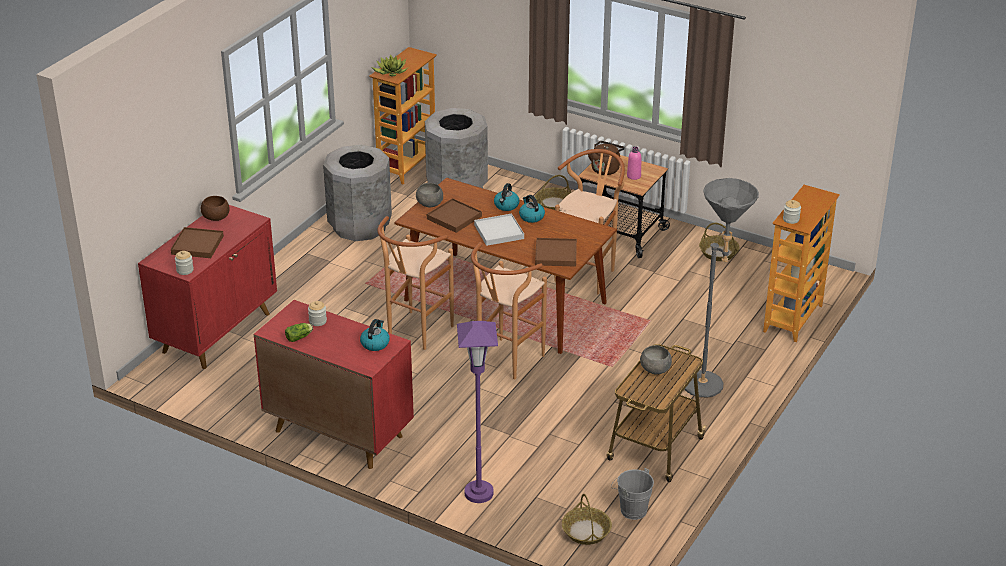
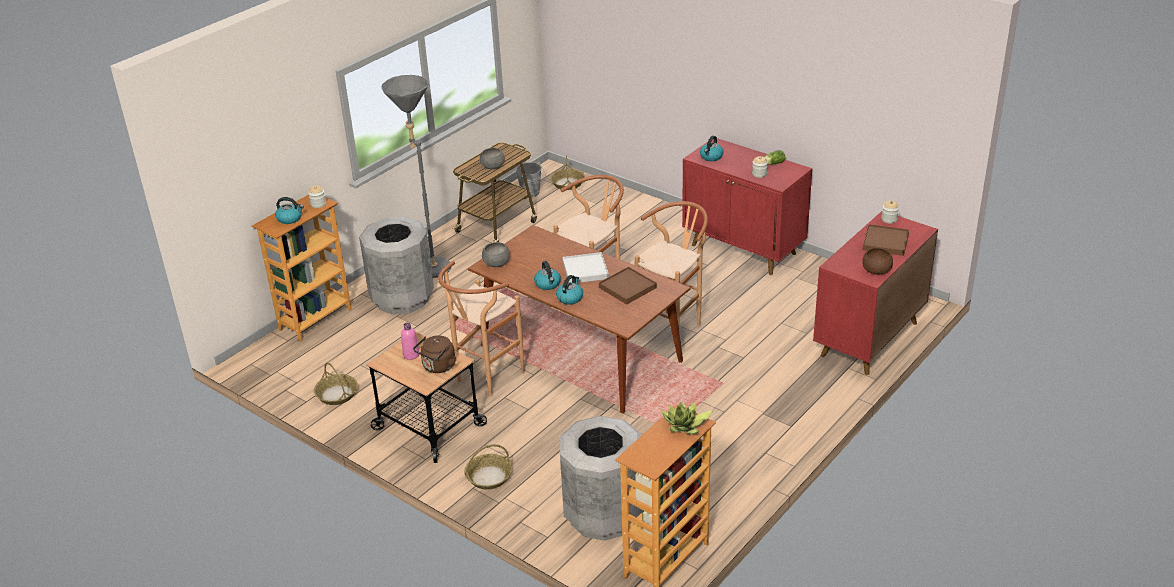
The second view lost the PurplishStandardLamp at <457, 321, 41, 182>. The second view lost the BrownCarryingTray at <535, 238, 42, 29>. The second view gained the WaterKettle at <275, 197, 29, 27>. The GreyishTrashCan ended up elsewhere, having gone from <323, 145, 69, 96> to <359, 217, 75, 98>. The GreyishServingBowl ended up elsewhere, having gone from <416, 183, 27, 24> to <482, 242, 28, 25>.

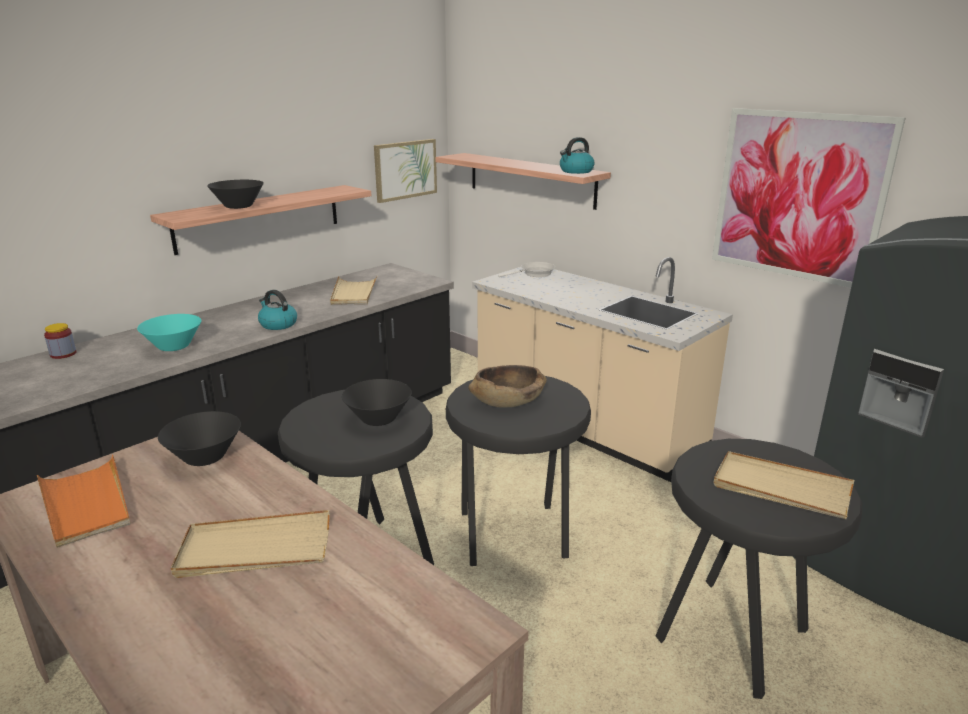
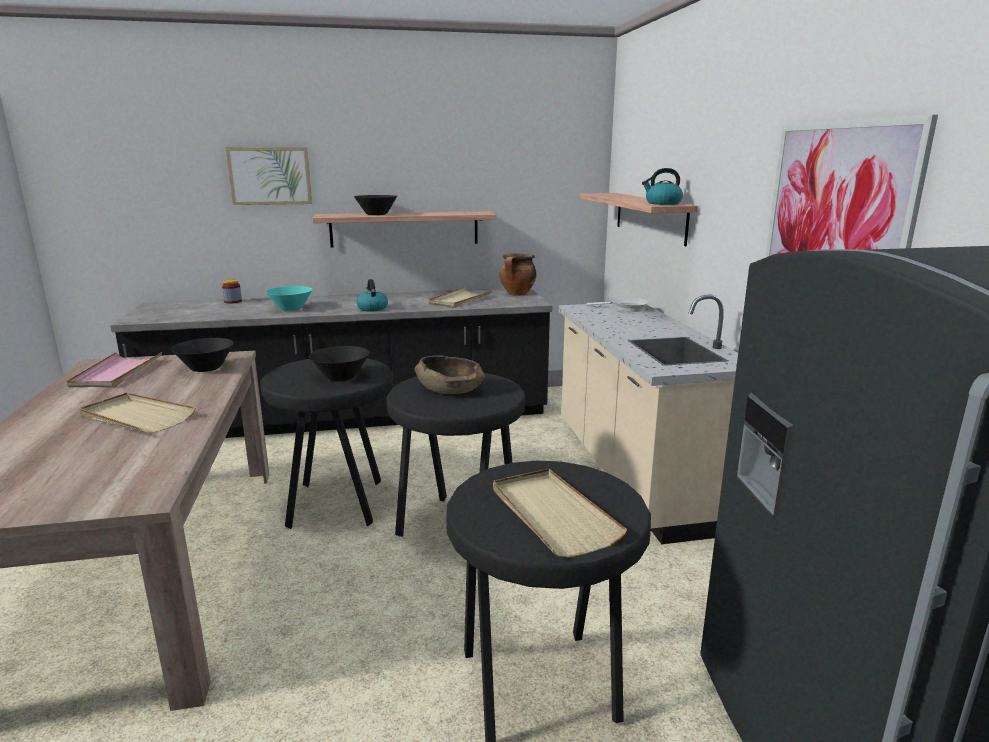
The second view gained the Stockpot at <500, 254, 37, 42>. The Picture ended up elsewhere, having gone from <374, 139, 63, 64> to <226, 147, 86, 58>. What was the OrangeCarryingTray at <37, 455, 94, 93> turned into the PinkishCarryingTray at <67, 352, 95, 35>.

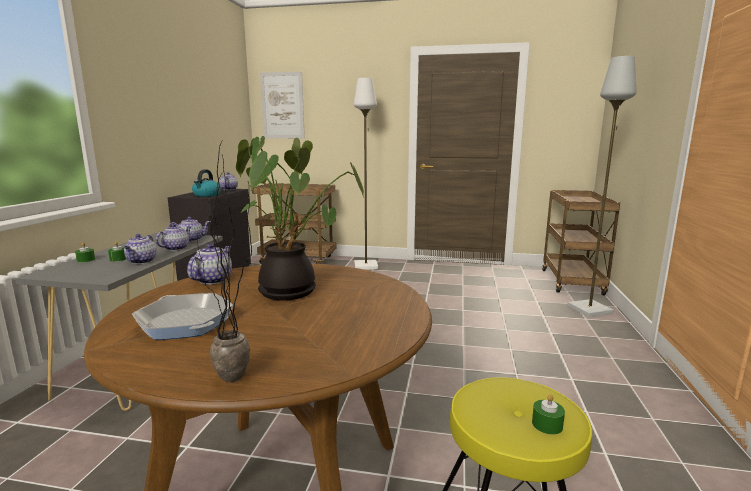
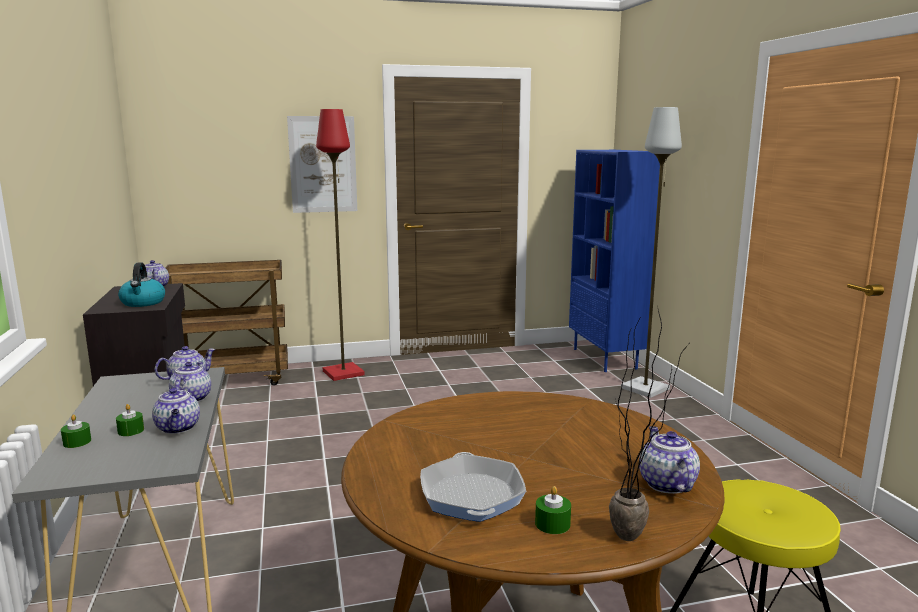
The second view lost the PottedPlant at <236, 136, 128, 165>. The Teapot ended up elsewhere, having gone from <187, 243, 45, 41> to <639, 426, 61, 68>. The Picture ended up elsewhere, having gone from <260, 72, 45, 66> to <287, 116, 70, 97>. The GreenWaxCandle ended up elsewhere, having gone from <532, 394, 33, 41> to <535, 486, 36, 48>. Where the BrownWheeledCart stood at <542, 190, 78, 105>, the BlueColouredBookcase came to stand at <569, 150, 91, 222>. What was the WhitishStandardLamp at <354, 78, 24, 191> turned into the RedColouredStandardLamp at <316, 109, 49, 272>. The FryingPan at <132, 293, 101, 47> ended up facing another way, 60 degrees clockwise from before.

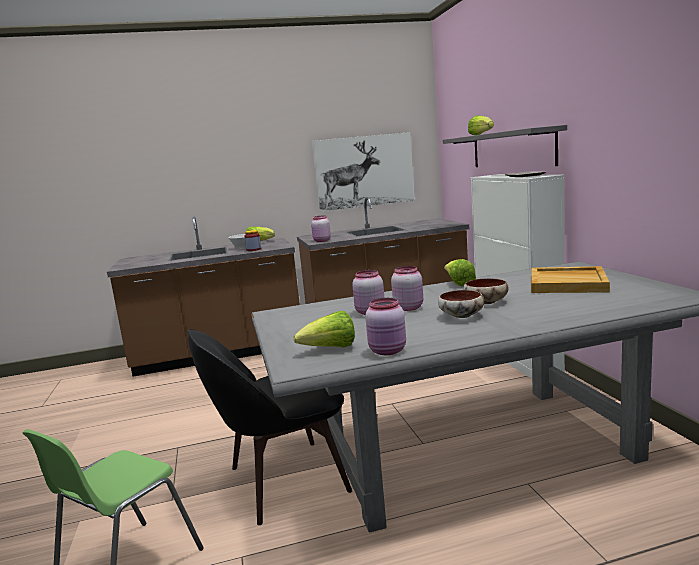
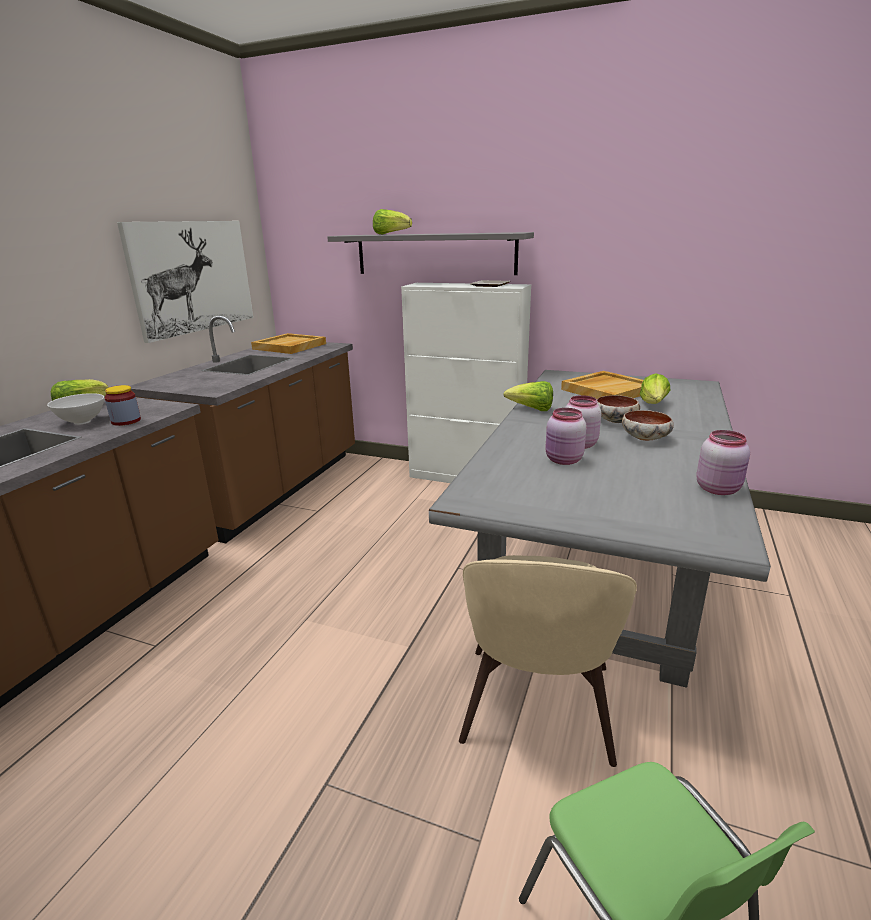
The second view lost the PinkishPreserveJar at <311, 216, 20, 26>. The second view gained the SandColouredCarryingTray at <251, 333, 75, 21>. The LettuceHead ended up elsewhere, having gone from <294, 311, 61, 36> to <640, 373, 30, 31>. What was the BlackColouredChair at <187, 329, 165, 196> turned into the SandColouredChair at <459, 555, 178, 212>.

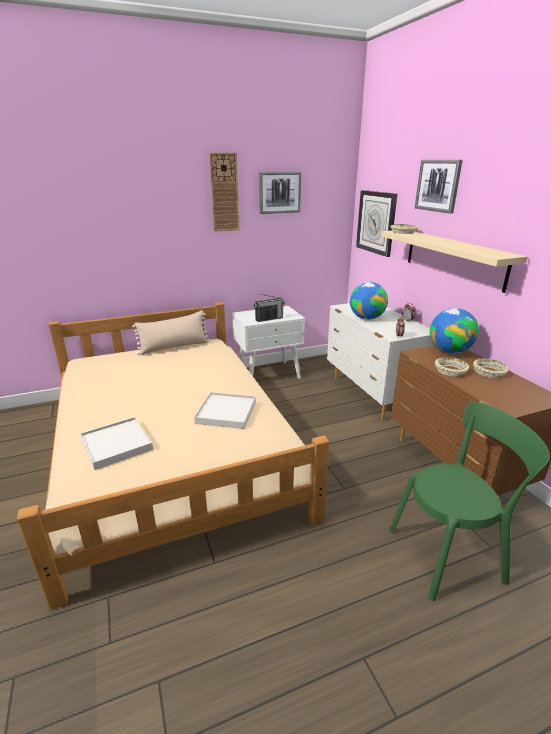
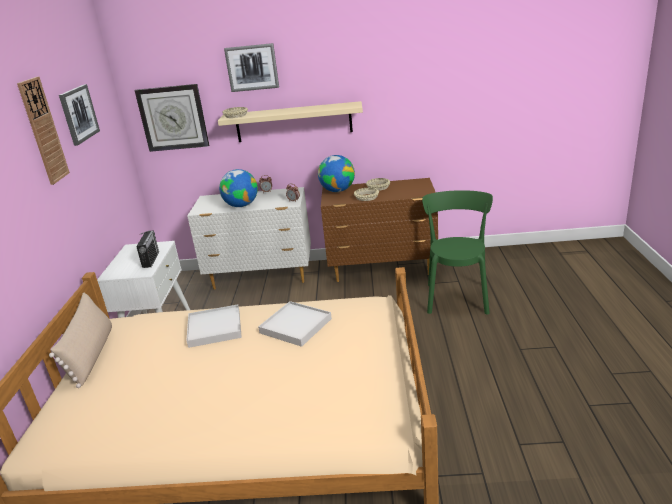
The WhitishCarryingTray ended up elsewhere, having gone from <80, 417, 73, 53> to <186, 304, 56, 44>.

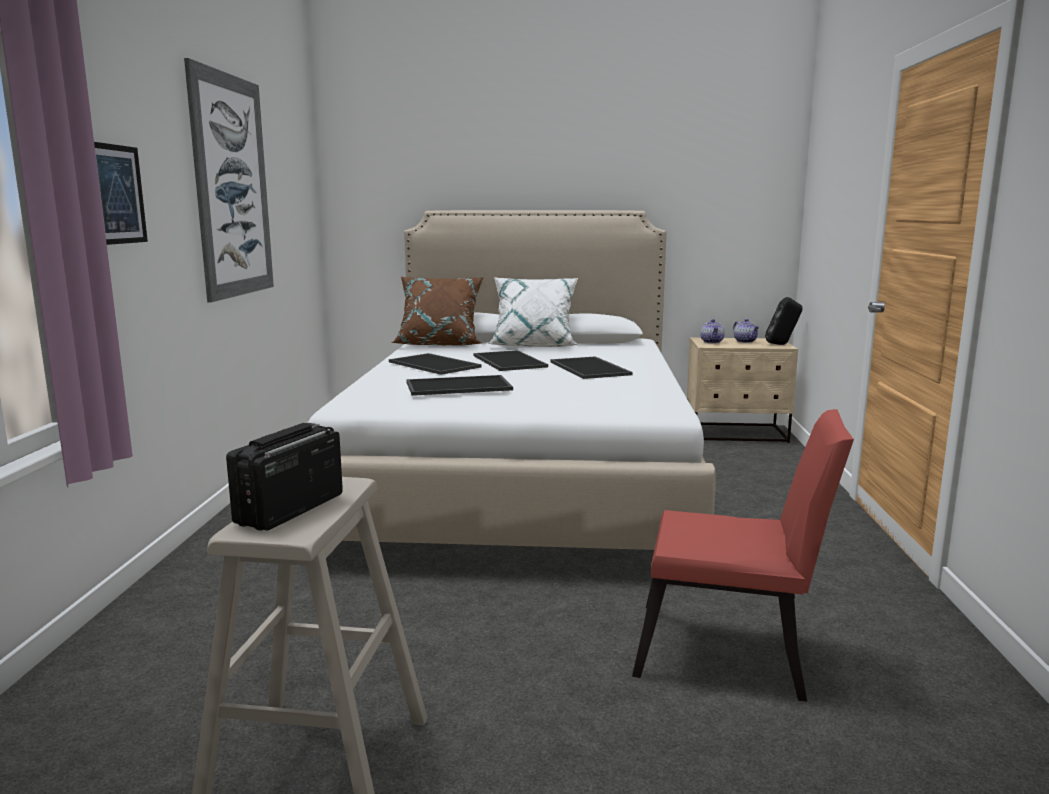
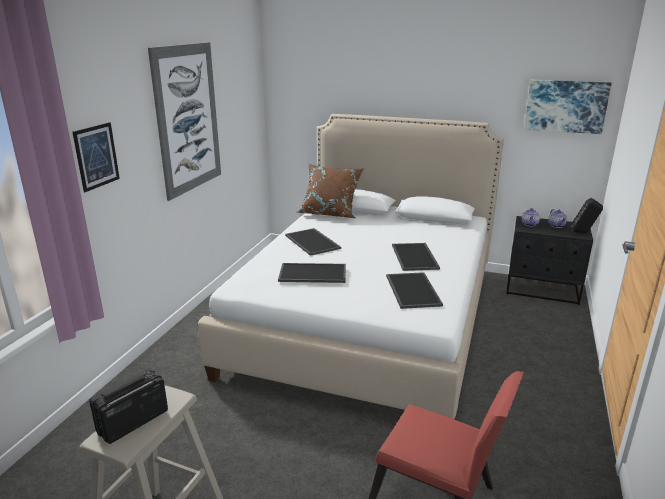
The second view lost the WhitishThrowPillow at <487, 277, 92, 70>. The second view gained the Picture at <524, 80, 88, 54>. The CarryingTray ended up elsewhere, having gone from <473, 350, 75, 21> to <386, 272, 57, 37>. What was the SandColouredNightTable at <687, 338, 111, 105> turned into the BlackColouredNightTable at <506, 216, 87, 89>.

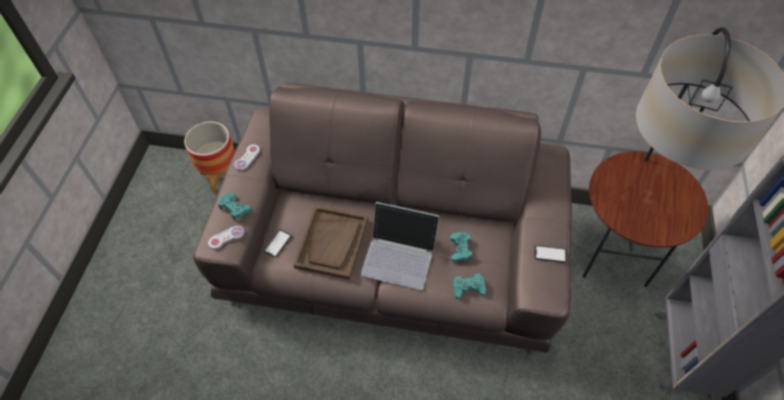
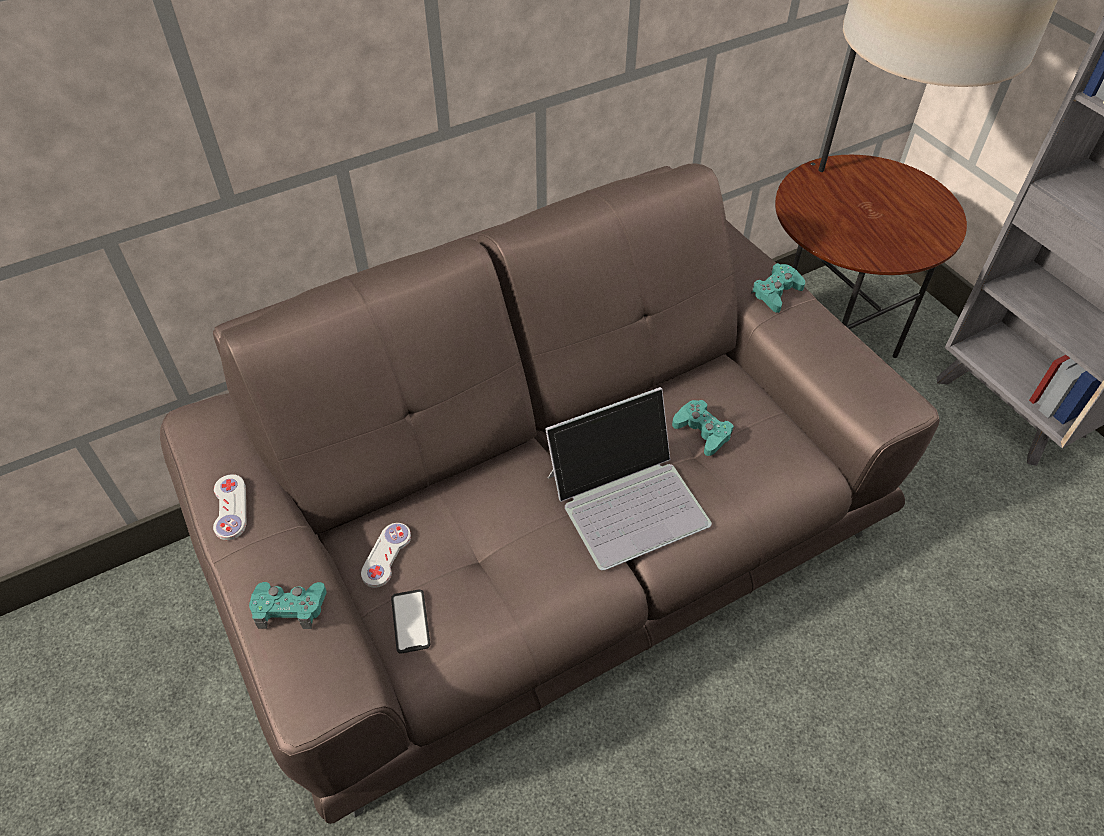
The second view lost the PlantPot at <184, 121, 51, 73>. The second view lost the BrownCarryingTray at <294, 205, 74, 75>. The second view lost the Telephone at <534, 245, 33, 18>. The WhitishGameController ended up elsewhere, having gone from <208, 226, 36, 24> to <361, 523, 50, 65>. The TurquoiseColouredGameController ended up elsewhere, having gone from <453, 273, 33, 26> to <751, 263, 54, 50>.

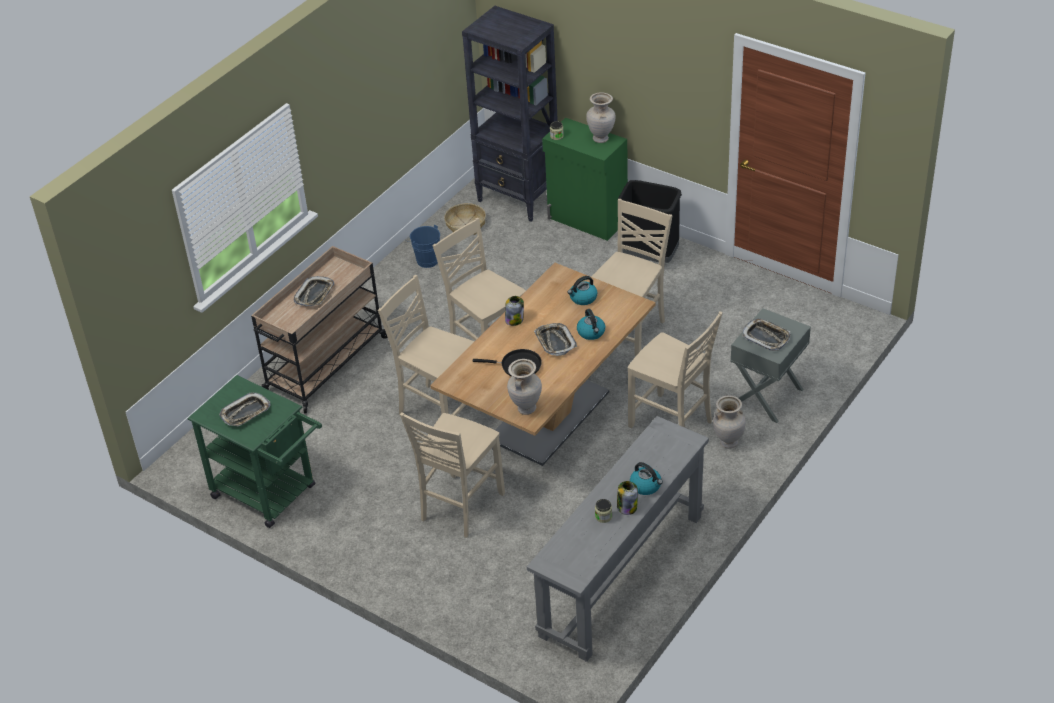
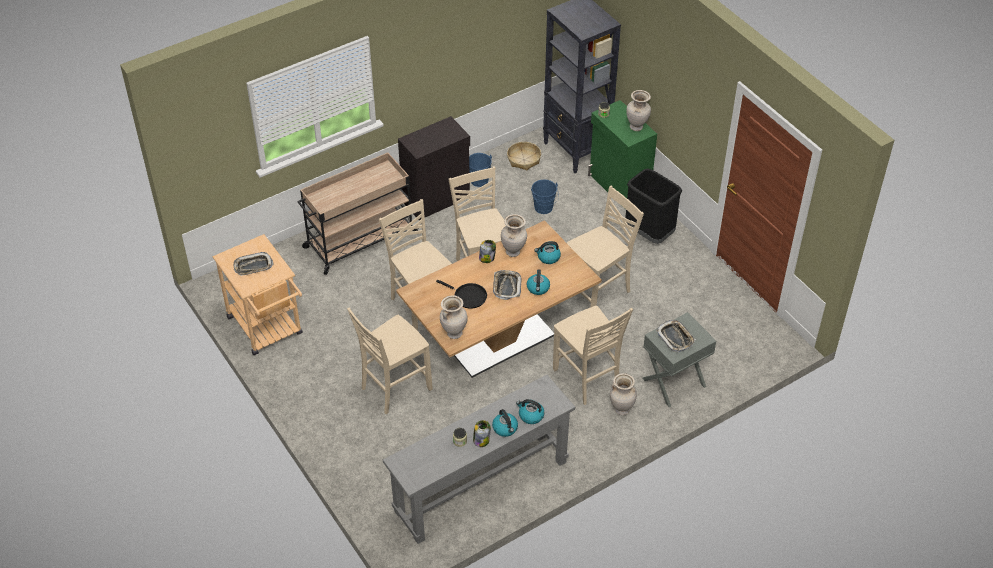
The second view lost the CarryingTray at <294, 276, 40, 31>. The second view gained the BlackColouredCupboard at <398, 116, 72, 104>. The second view gained the SandColouredDecorativeVase at <501, 214, 26, 43>. The second view gained the WaterKettle at <516, 399, 28, 25>. The second view gained the BlueColouredPail at <531, 179, 28, 35>. What was the GreenWheeledCart at <187, 375, 135, 153> turned into the SandColouredWheeledCart at <212, 234, 91, 121>.

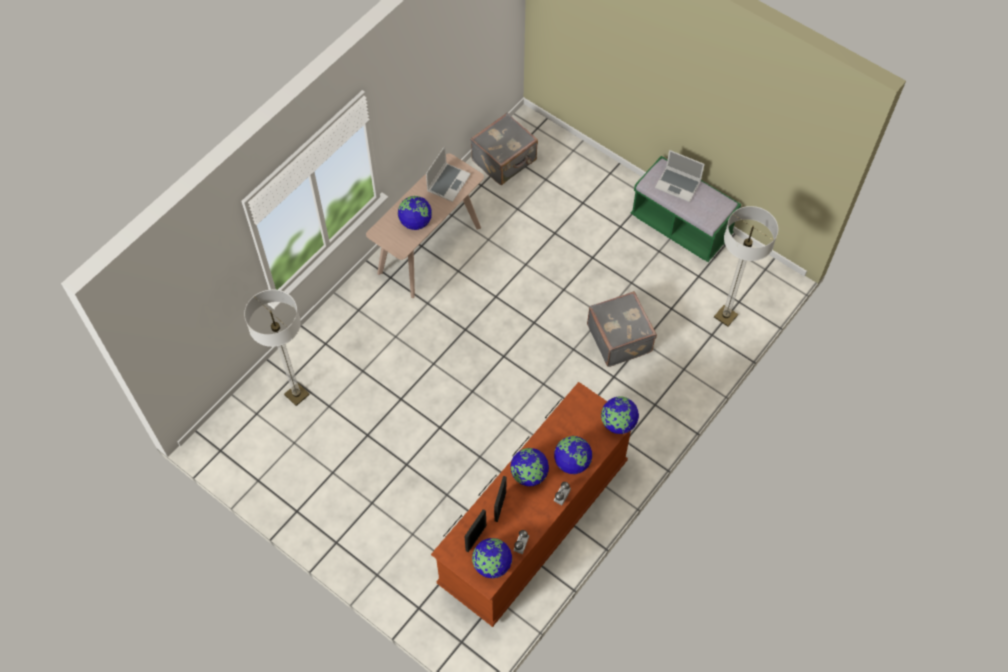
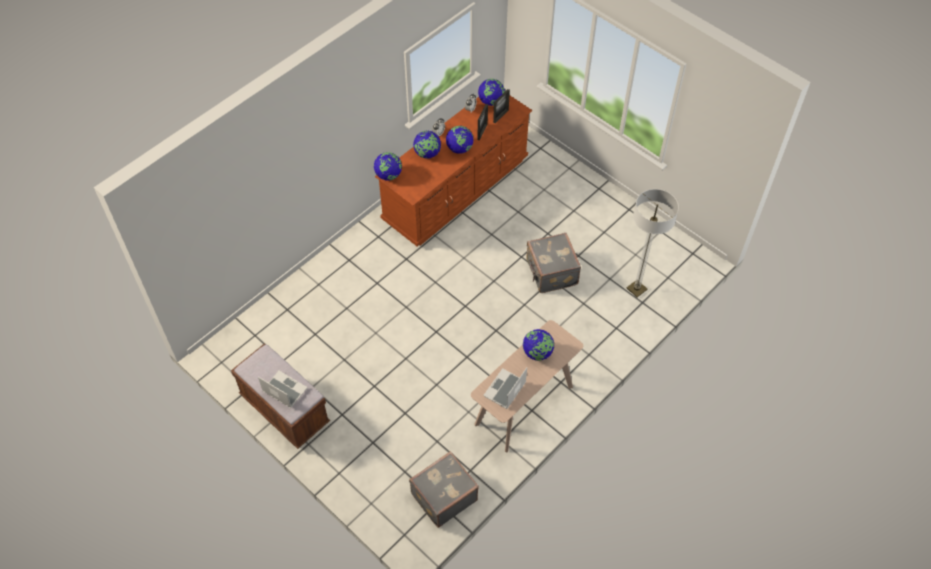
The second view lost the StandardLamp at <714, 206, 64, 121>. The GreyishSuitcase ended up elsewhere, having gone from <587, 291, 70, 76> to <526, 233, 55, 60>. What was the GreenBench at <631, 156, 110, 106> turned into the BrownBench at <231, 343, 99, 106>.

